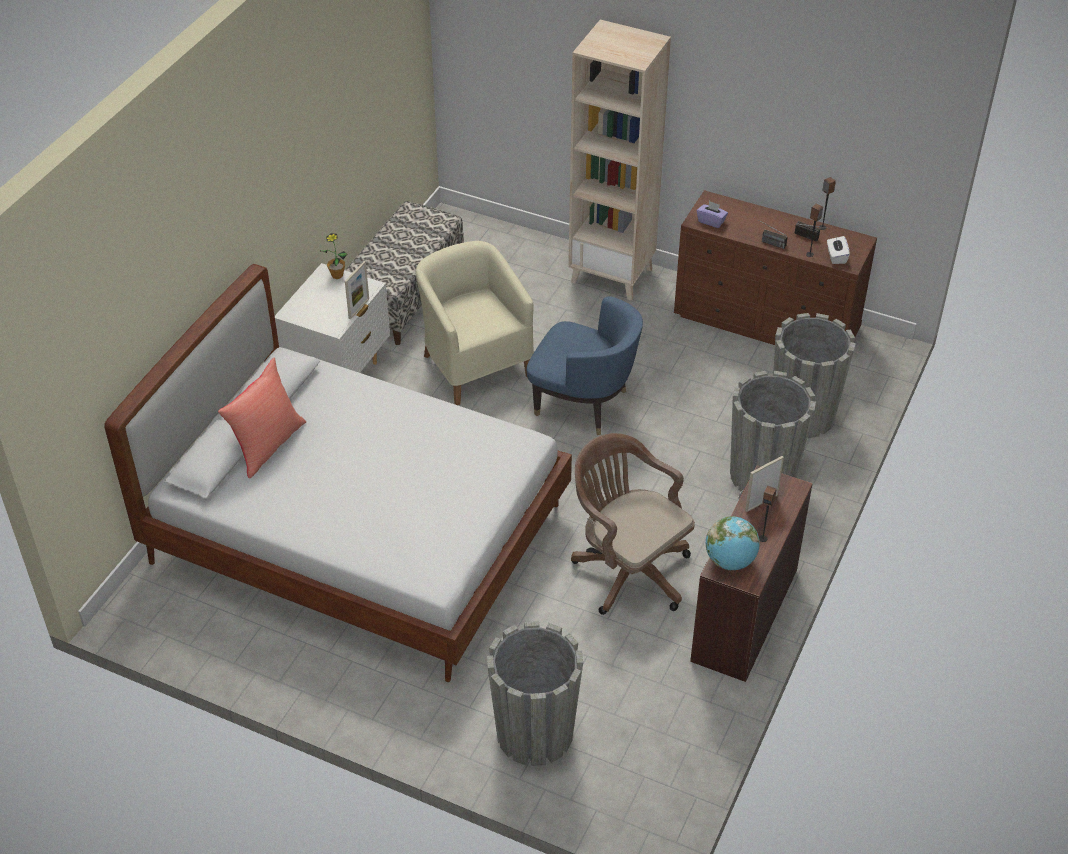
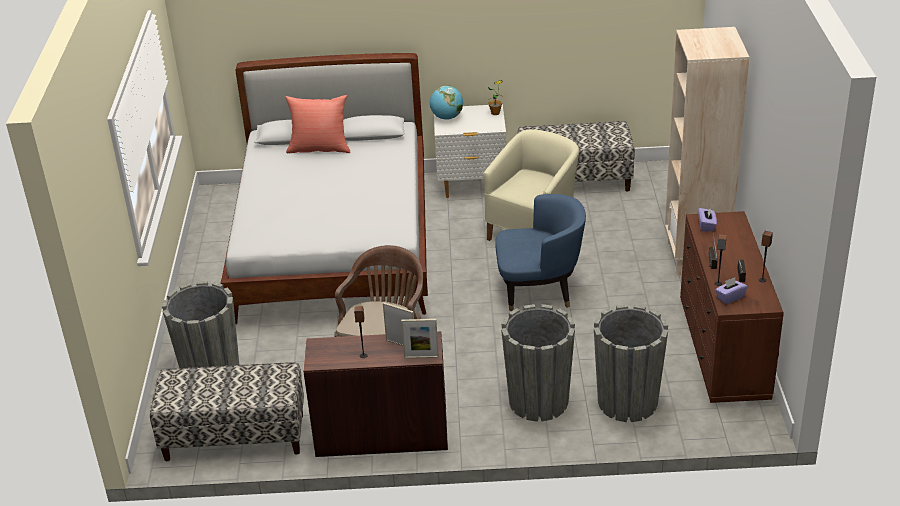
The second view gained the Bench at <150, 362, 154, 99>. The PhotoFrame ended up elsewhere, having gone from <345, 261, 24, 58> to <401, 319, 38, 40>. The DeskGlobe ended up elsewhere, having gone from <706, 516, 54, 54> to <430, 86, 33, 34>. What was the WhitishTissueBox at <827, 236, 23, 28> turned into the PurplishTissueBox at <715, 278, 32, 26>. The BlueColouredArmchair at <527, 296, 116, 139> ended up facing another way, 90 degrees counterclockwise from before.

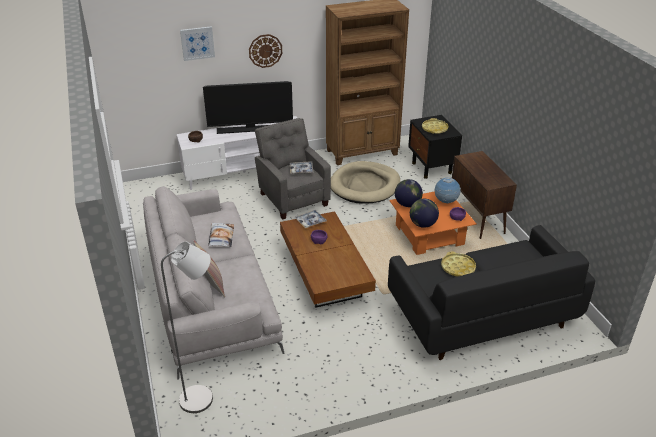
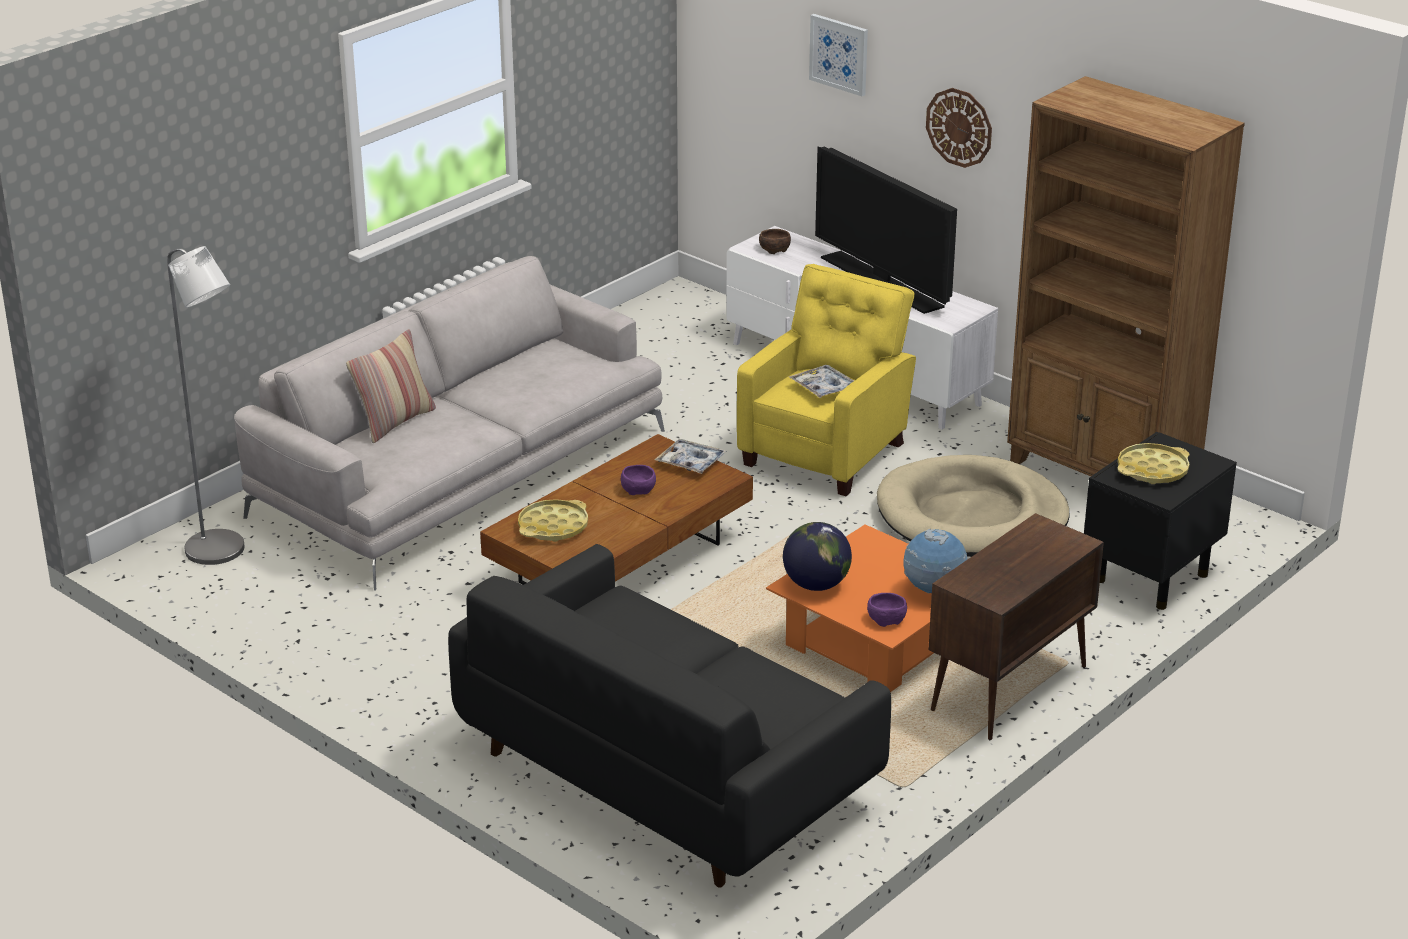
The second view lost the ThrowPillow at <208, 222, 26, 25>. The second view lost the DeskGlobe at <395, 179, 28, 28>. The YellowCarryingTray ended up elsewhere, having gone from <441, 251, 35, 25> to <518, 499, 70, 43>. What was the GreyishArmchair at <255, 118, 76, 102> turned into the YellowArmchair at <737, 264, 179, 232>.

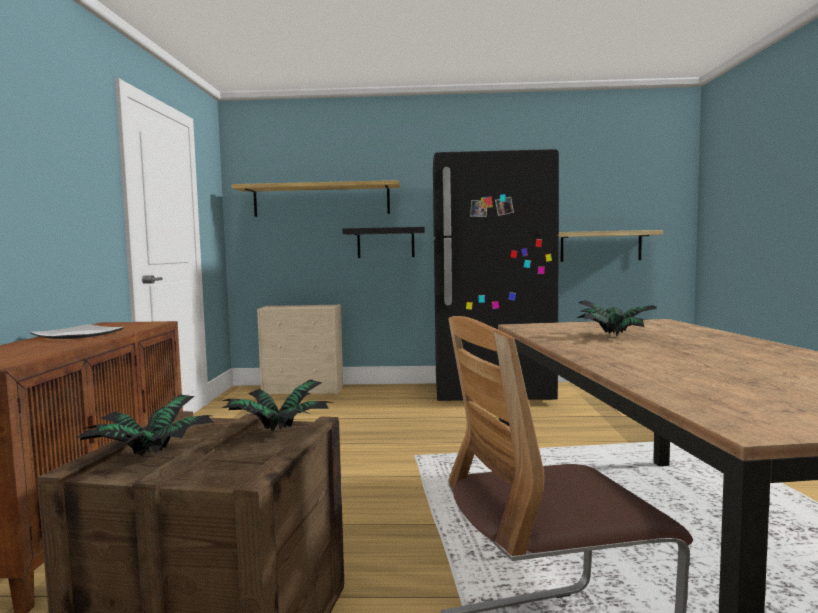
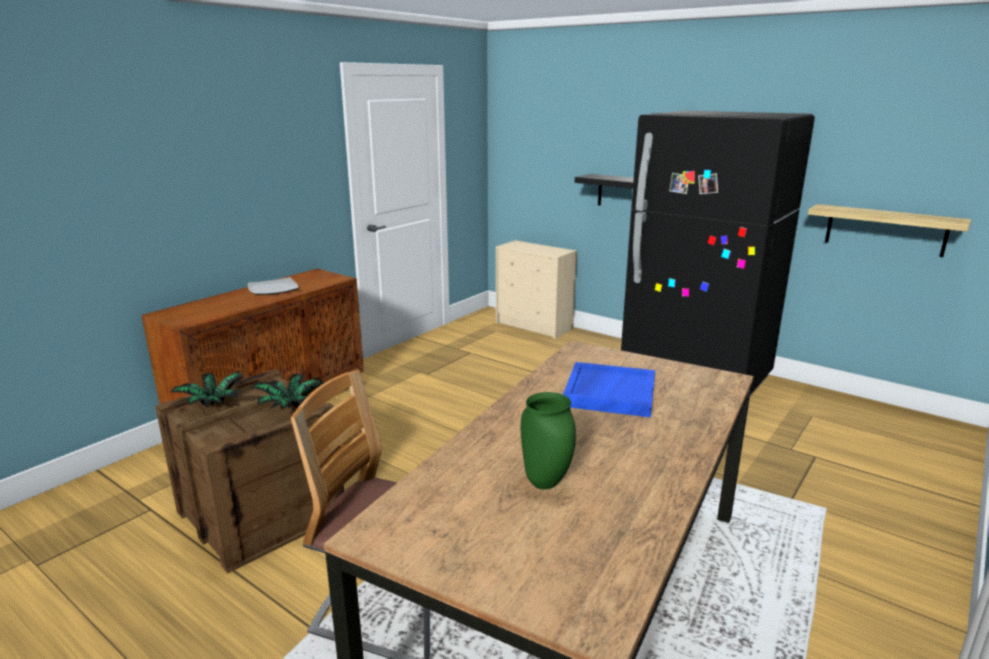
The second view lost the BracketShelf at <231, 180, 169, 37>. The second view gained the GreenDecorativeVase at <521, 392, 55, 98>. Where the PottedPlant stood at <577, 300, 80, 37>, the BlueColouredCarryingTray came to stand at <563, 362, 92, 55>.

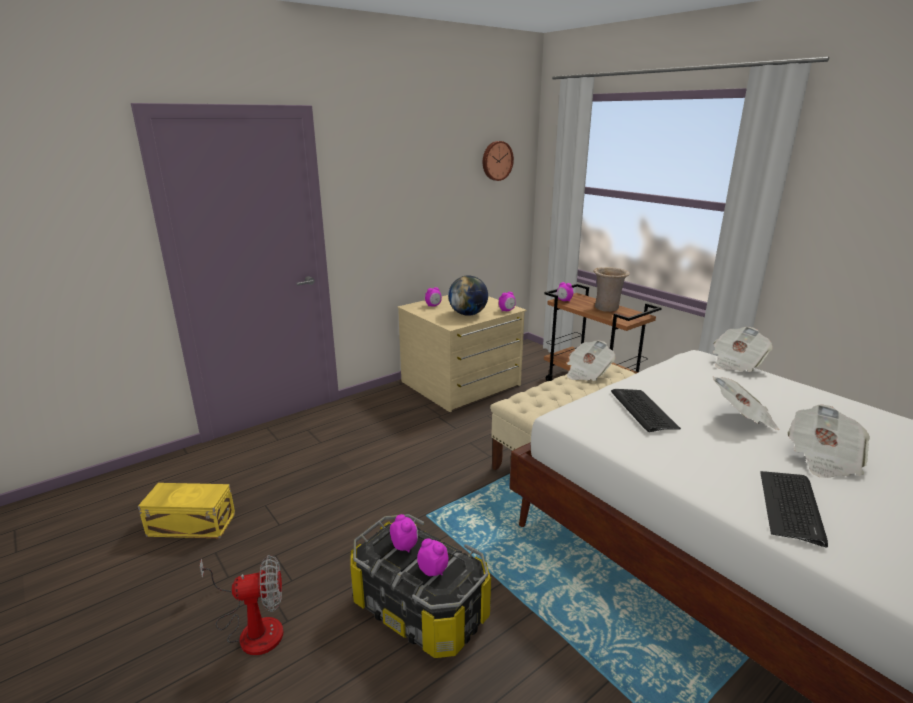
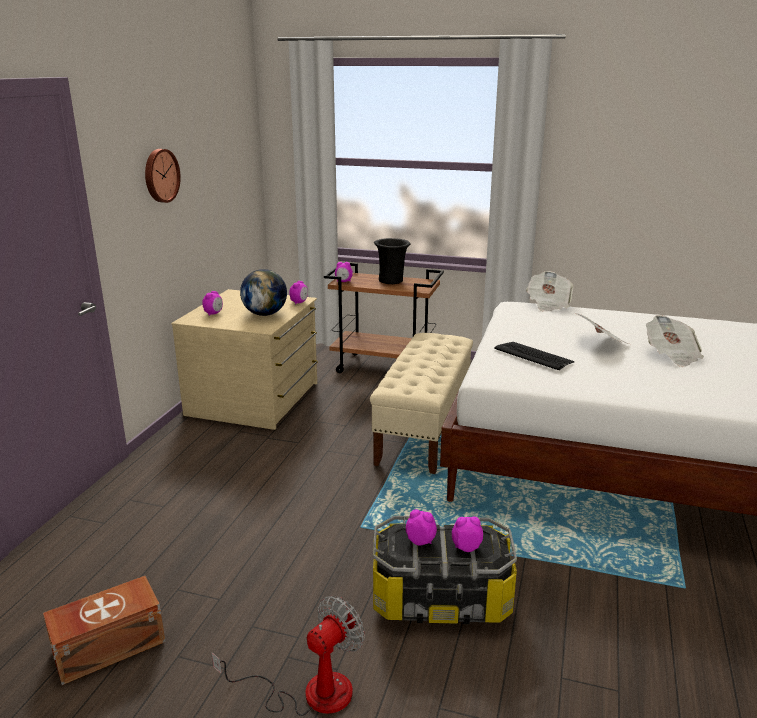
The second view lost the PrintedPaper at <567, 340, 48, 41>. The second view lost the PcKeyboard at <760, 471, 68, 77>. The HangingClock ended up elsewhere, having gone from <483, 141, 31, 40> to <145, 149, 36, 54>. What was the YellowStorageContainer at <138, 483, 97, 55> turned into the BrownStorageContainer at <43, 576, 122, 109>. What was the SandColouredDecorativeVase at <593, 267, 37, 45> turned into the BlackColouredDecorativeVase at <374, 238, 37, 46>.

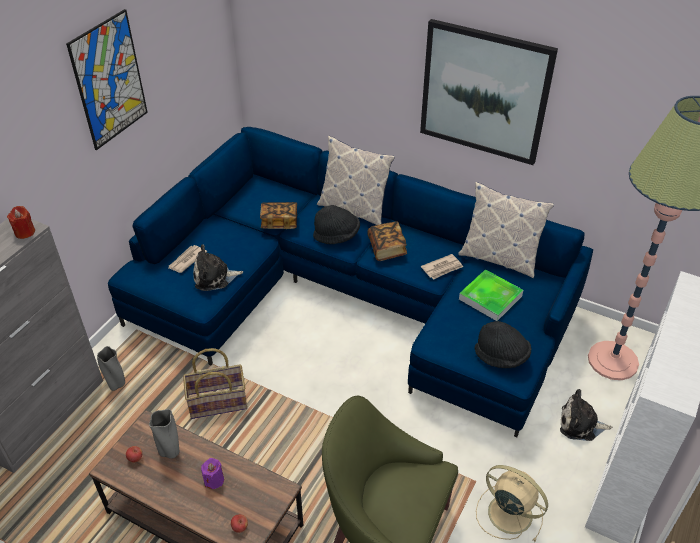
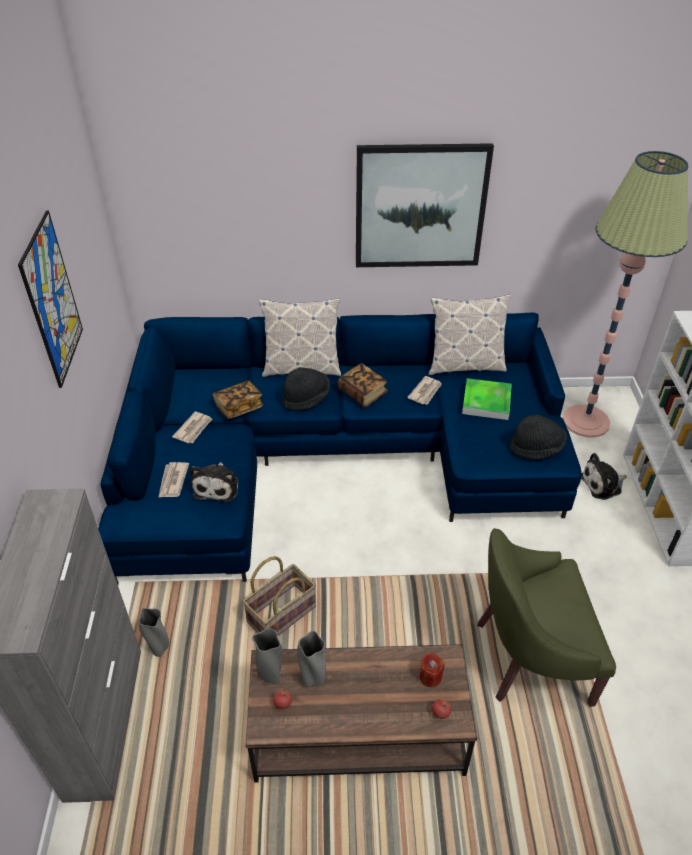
The second view lost the PurplishWaxCandle at <201, 458, 23, 31>. The second view lost the SandColouredCoolingFan at <476, 465, 72, 77>. The second view gained the PrintedPaper at <172, 412, 40, 32>. The second view gained the GreyishDecorativeVase at <252, 628, 31, 56>. The RedColouredWaxCandle ended up elsewhere, having gone from <7, 206, 28, 33> to <420, 652, 24, 35>. The PlushToy at <193, 244, 50, 47> ended up facing another way, 45 degrees counterclockwise from before.

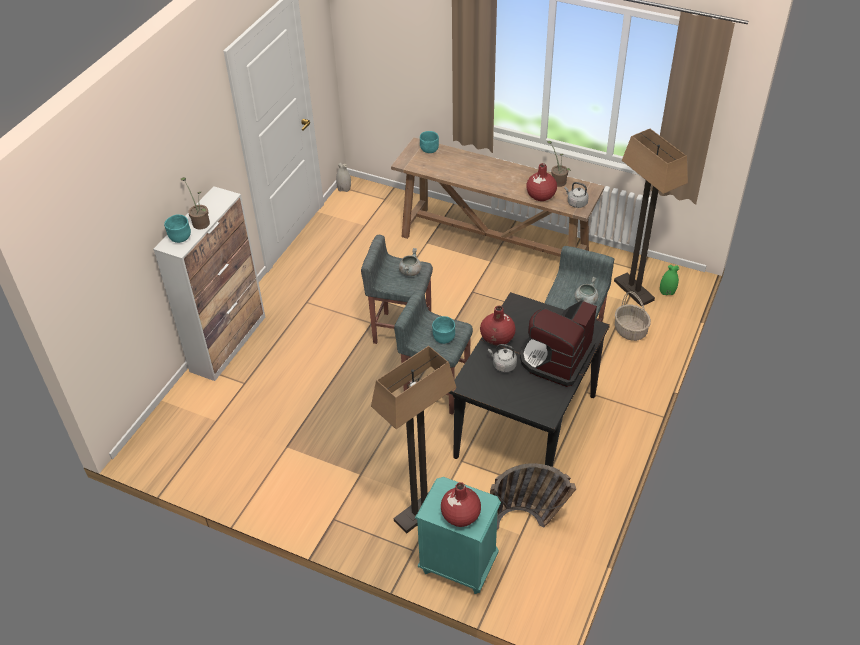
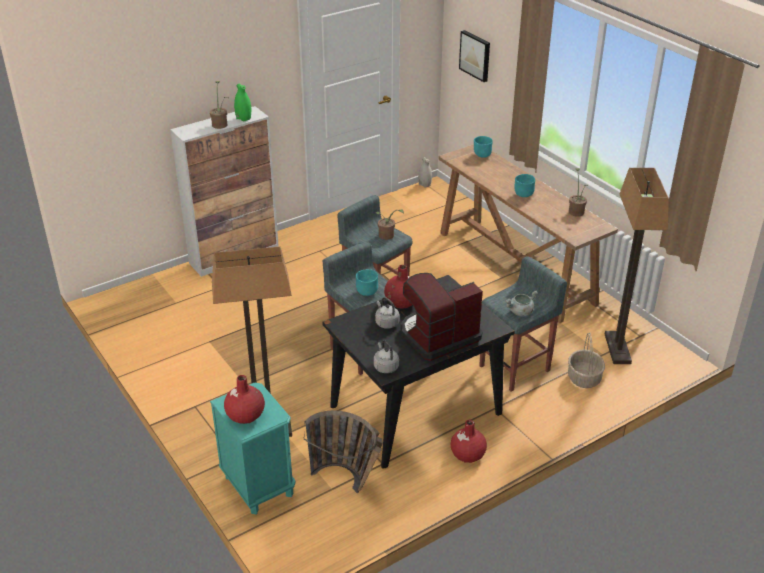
The second view gained the Picture at <459, 30, 31, 52>. The TurquoiseColouredServingBowl ended up elsewhere, having gone from <164, 215, 27, 28> to <514, 174, 21, 23>. The RedColouredDecorativeVase ended up elsewhere, having gone from <526, 163, 31, 38> to <451, 420, 36, 43>. The GreyishWaterKettle ended up elsewhere, having gone from <564, 182, 25, 26> to <374, 340, 25, 33>. The GreenDecorativeVase ended up elsewhere, having gone from <660, 265, 19, 30> to <234, 83, 17, 38>. Where the GreyishStockpot stood at <399, 248, 22, 28>, the PottedPlant came to stand at <376, 210, 28, 30>.

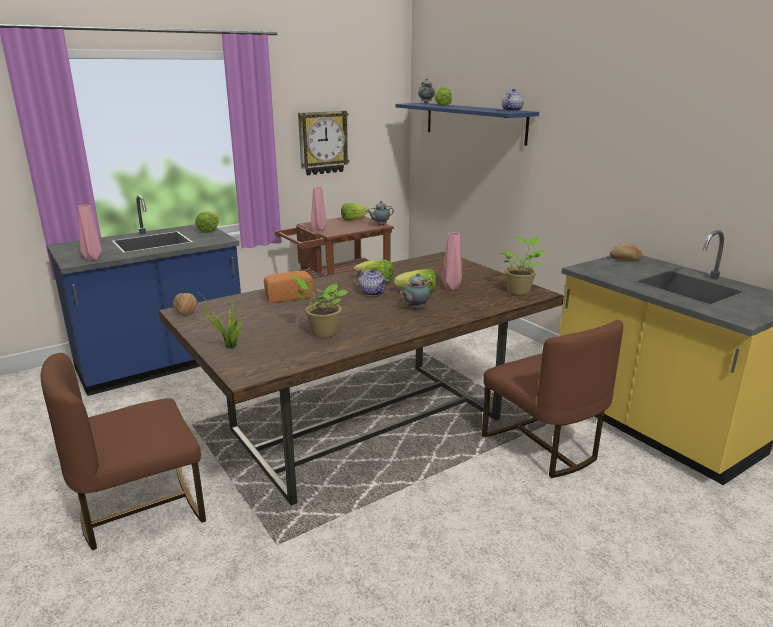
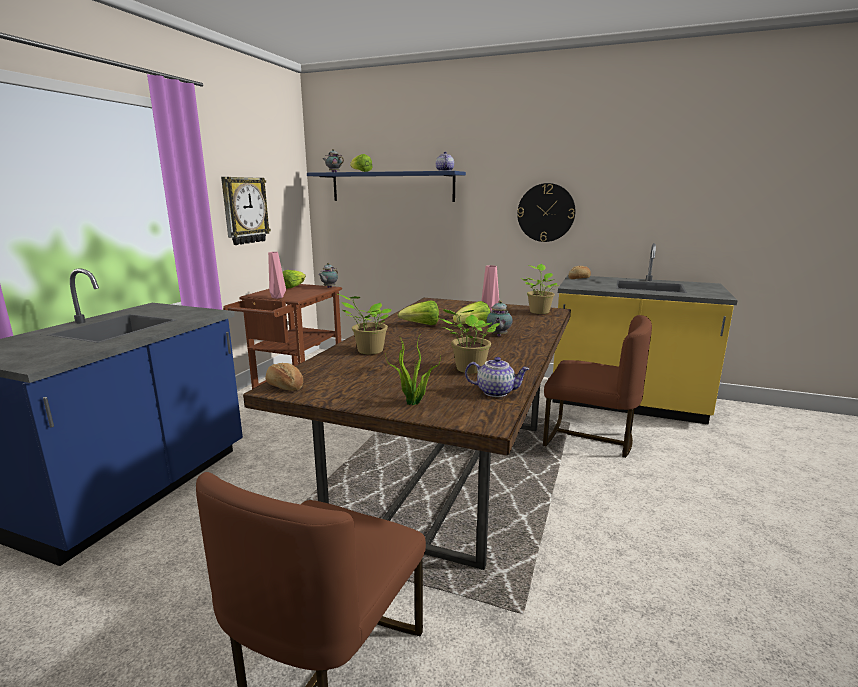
The second view lost the PinkishDecorativeVase at <78, 205, 24, 56>. The second view lost the LettuceHead at <195, 211, 24, 22>. The second view gained the HangingClock at <517, 183, 58, 59>. The Teapot ended up elsewhere, having gone from <357, 268, 31, 28> to <465, 357, 64, 40>. Where the BakedBread stood at <264, 271, 50, 32>, the PottedPlant came to stand at <338, 294, 53, 60>.

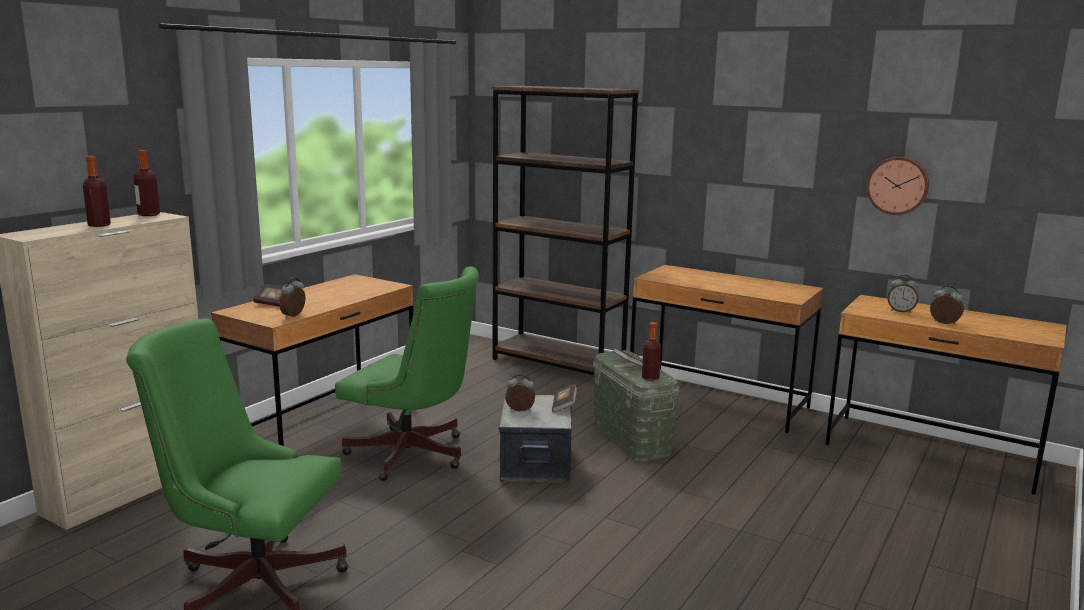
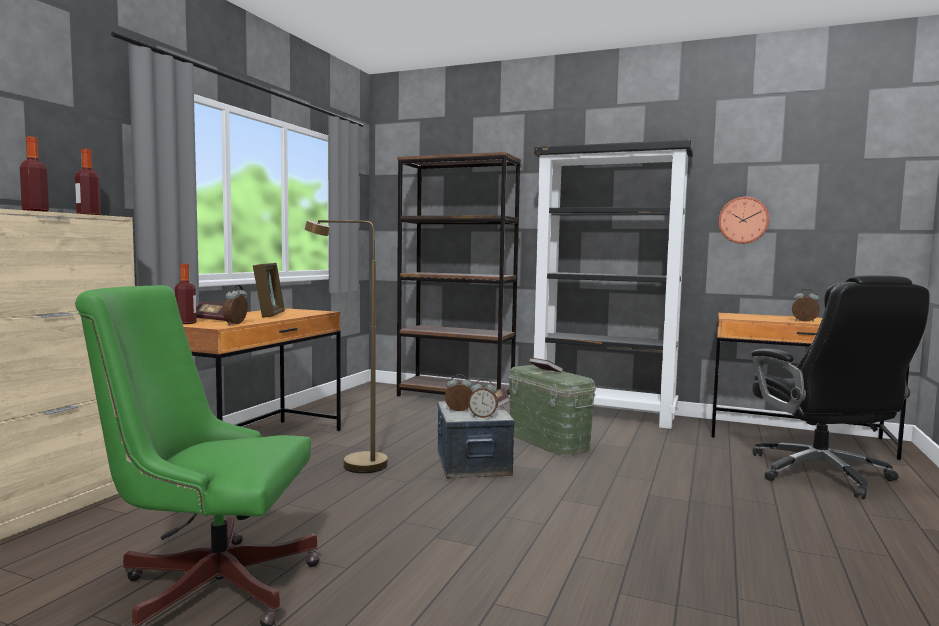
The second view gained the PhotoFrame at <253, 263, 32, 55>. The second view gained the BlackColouredOfficeChair at <751, 275, 179, 224>. The BeverageBottle ended up elsewhere, having gone from <642, 322, 19, 59> to <174, 264, 23, 60>. The AlarmClock ended up elsewhere, having gone from <887, 275, 31, 38> to <468, 379, 30, 39>. Where the GreenOfficeChair stood at <335, 266, 144, 215>, the BrownStandardLamp came to stand at <305, 220, 83, 253>. Where the BrownDeskUnit stood at <630, 265, 194, 168>, the BlackColouredBookcase came to stand at <534, 140, 160, 289>.

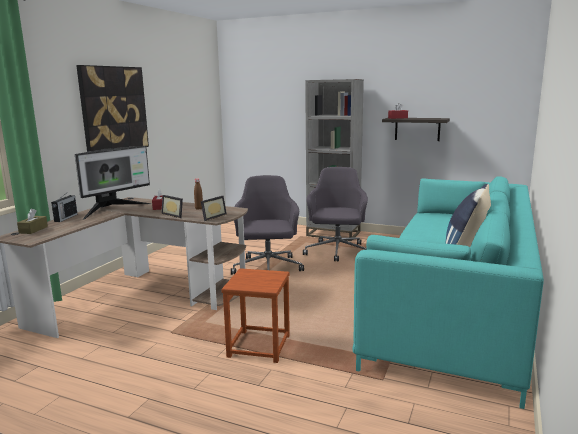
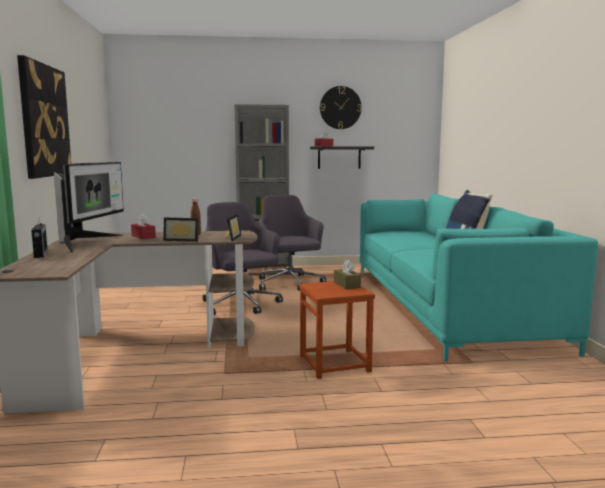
The second view gained the HangingClock at <320, 86, 42, 43>. The BrownTissueBox ended up elsewhere, having gone from <17, 209, 31, 25> to <334, 260, 27, 29>.

